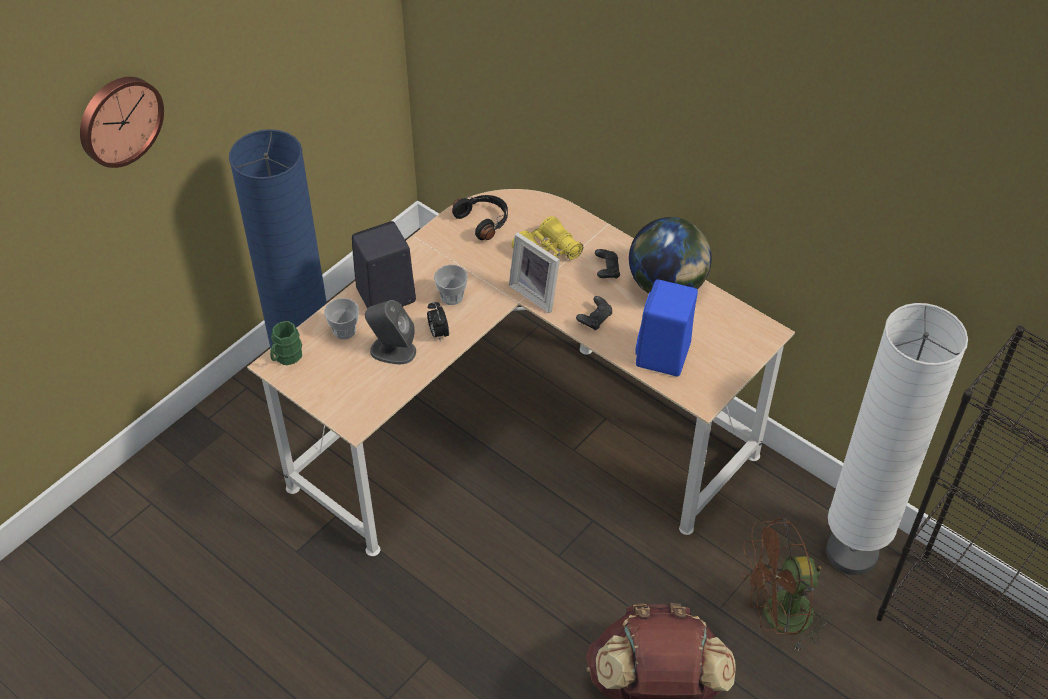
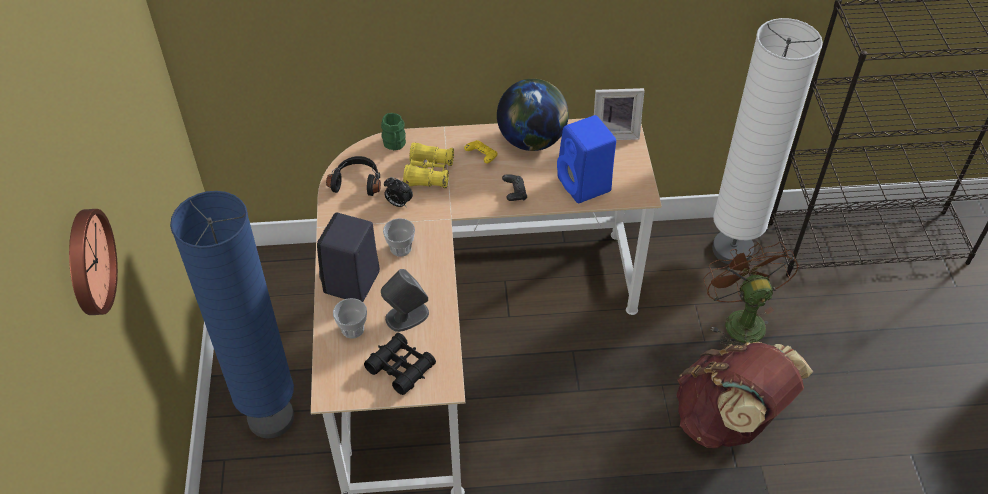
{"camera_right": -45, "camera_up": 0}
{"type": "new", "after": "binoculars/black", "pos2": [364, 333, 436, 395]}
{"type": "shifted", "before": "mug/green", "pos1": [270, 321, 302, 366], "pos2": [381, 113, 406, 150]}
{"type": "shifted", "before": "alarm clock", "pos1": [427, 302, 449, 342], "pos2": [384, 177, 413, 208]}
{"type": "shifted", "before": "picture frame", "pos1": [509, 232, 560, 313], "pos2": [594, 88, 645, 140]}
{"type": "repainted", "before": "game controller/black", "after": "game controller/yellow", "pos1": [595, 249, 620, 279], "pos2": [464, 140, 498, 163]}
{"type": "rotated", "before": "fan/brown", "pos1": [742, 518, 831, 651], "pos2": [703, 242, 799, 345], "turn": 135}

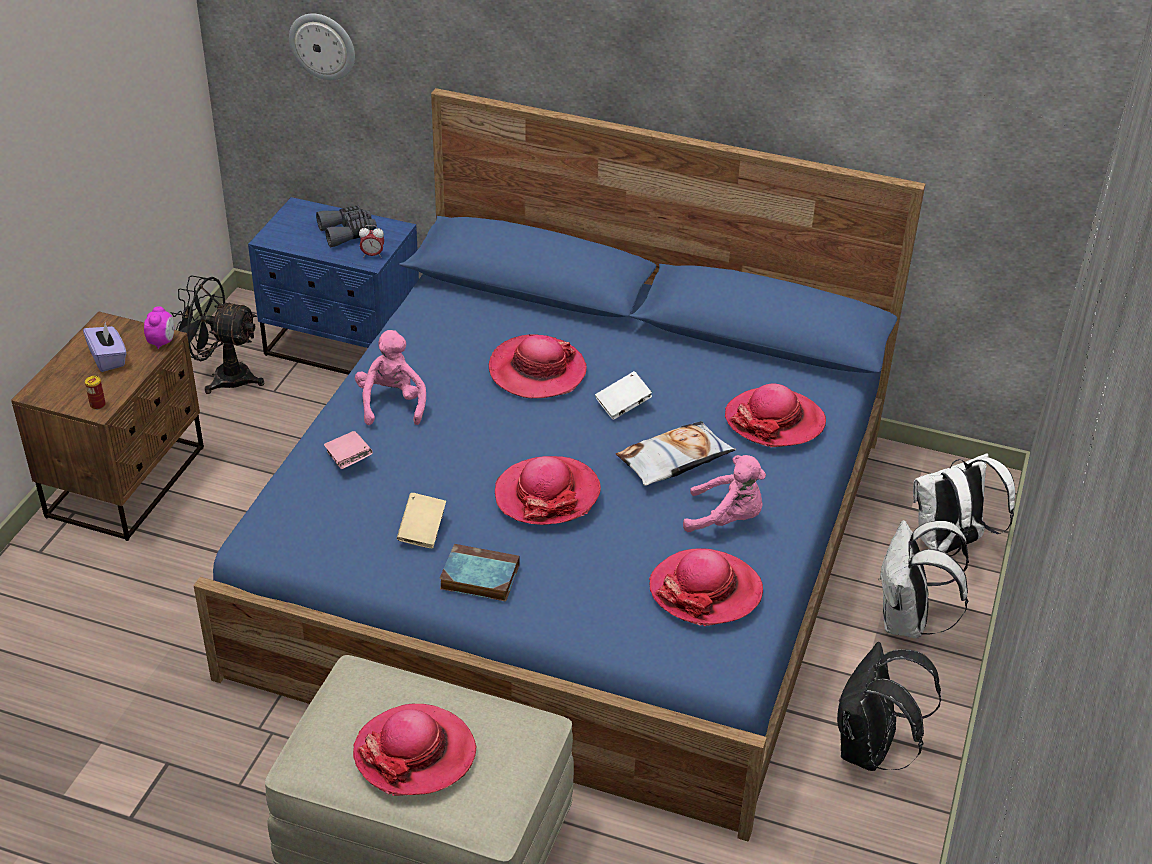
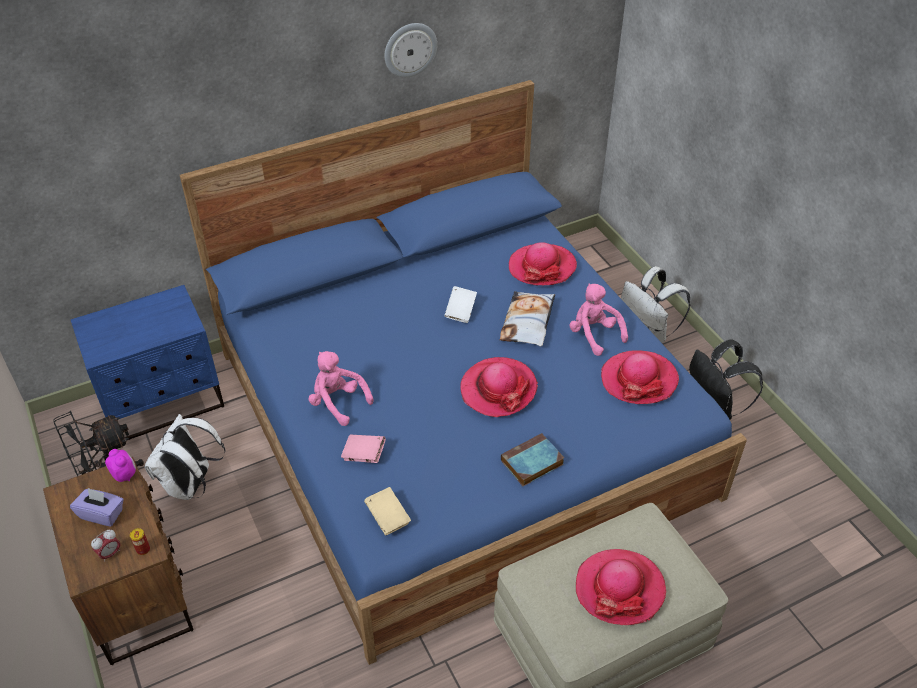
{"camera_right": -45, "camera_up": 5}
{"type": "gone", "before": "binoculars/grey", "pos1": [316, 206, 377, 248]}
{"type": "gone", "before": "hat", "pos1": [489, 334, 587, 398]}
{"type": "shifted", "before": "wall clock", "pos1": [289, 13, 355, 80], "pos2": [384, 23, 437, 77]}
{"type": "shifted", "before": "alarm clock", "pos1": [359, 225, 384, 258], "pos2": [91, 529, 120, 562]}
{"type": "shifted", "before": "book/beige", "pos1": [397, 493, 446, 548], "pos2": [364, 487, 411, 536]}
{"type": "shifted", "before": "backpack/white", "pos1": [913, 453, 1015, 556], "pos2": [145, 414, 226, 500]}
{"type": "rotated", "before": "plush toy/pink", "pos1": [683, 455, 766, 532], "pos2": [569, 283, 628, 356], "turn": -90}

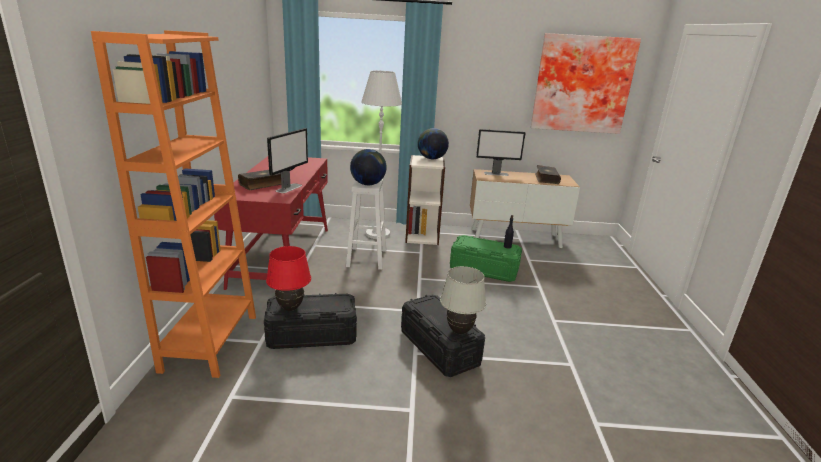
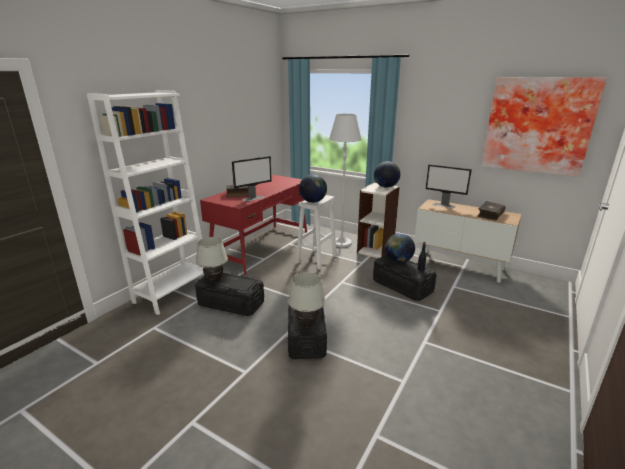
{"camera_right": 30, "camera_up": 0}
{"type": "new", "after": "globe", "pos2": [385, 233, 415, 263]}
{"type": "repainted", "before": "bookcase/orange", "after": "bookcase/white", "pos1": [91, 31, 256, 378], "pos2": [87, 90, 204, 315]}
{"type": "repainted", "before": "table lamp/red", "after": "table lamp/white", "pos1": [266, 246, 311, 311], "pos2": [196, 237, 228, 282]}
{"type": "repainted", "before": "storage box/green", "after": "storage box/black", "pos1": [450, 235, 522, 282], "pos2": [373, 254, 437, 301]}

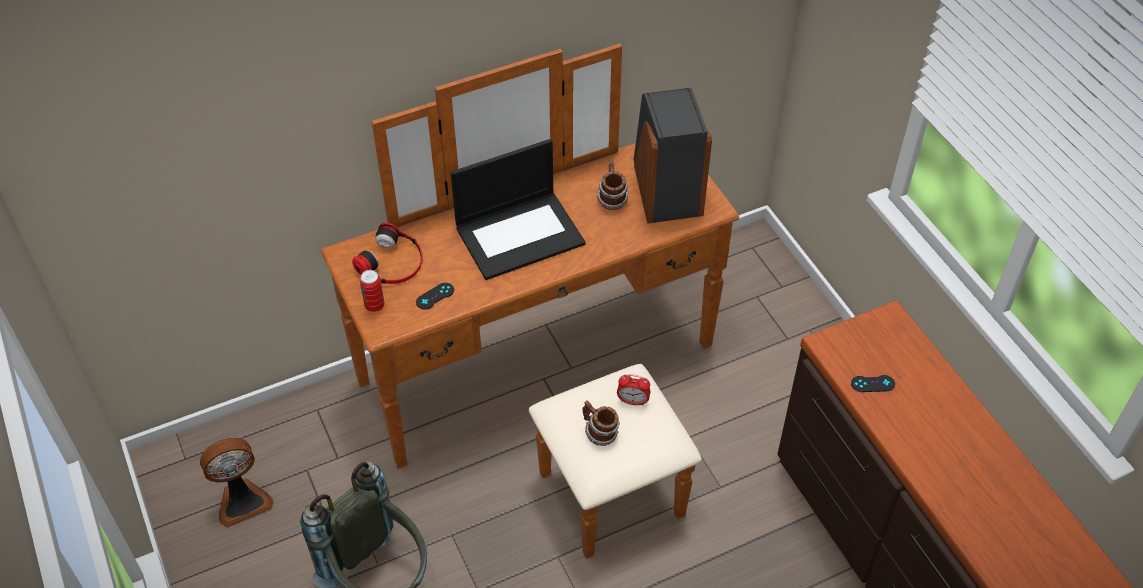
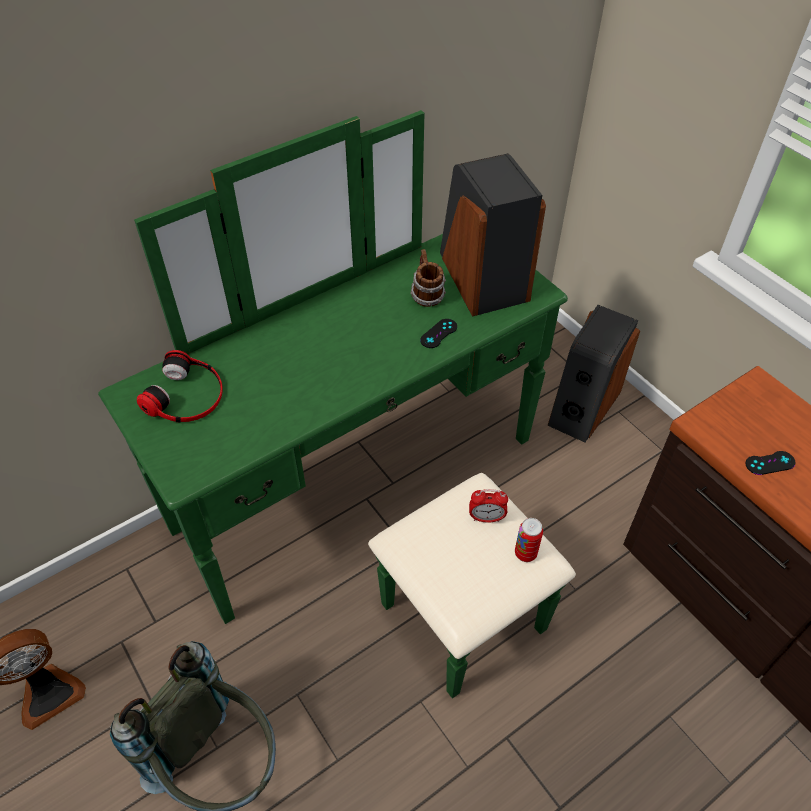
{"camera_right": -10, "camera_up": 0}
{"type": "gone", "before": "laptop", "pos1": [451, 139, 585, 280]}
{"type": "gone", "before": "mug", "pos1": [582, 400, 620, 446]}
{"type": "new", "after": "speaker", "pos2": [547, 305, 640, 443]}
{"type": "shifted", "before": "can", "pos1": [360, 270, 384, 312], "pos2": [515, 518, 543, 562]}
{"type": "shifted", "before": "game controller/black", "pos1": [416, 283, 454, 309], "pos2": [420, 319, 457, 348]}
{"type": "repainted", "before": "dresser/brown", "after": "dresser/green", "pos1": [321, 44, 739, 559], "pos2": [98, 110, 576, 699]}

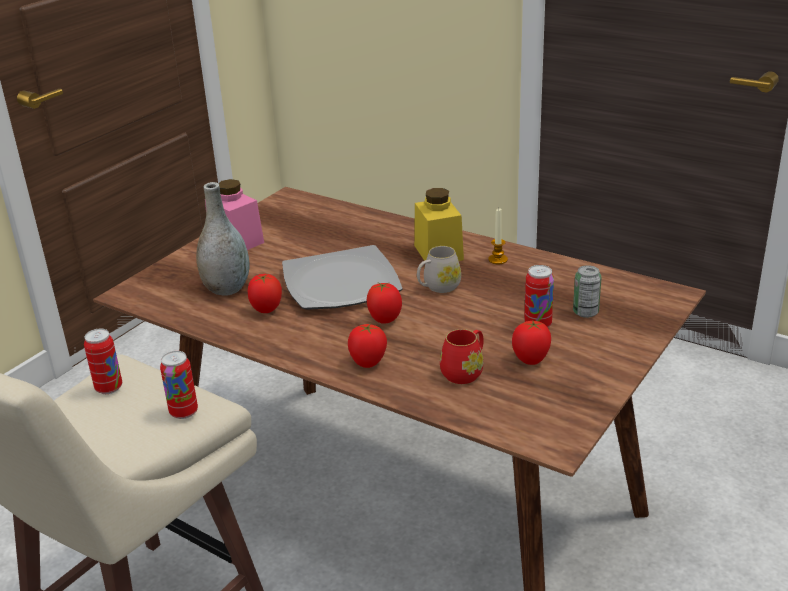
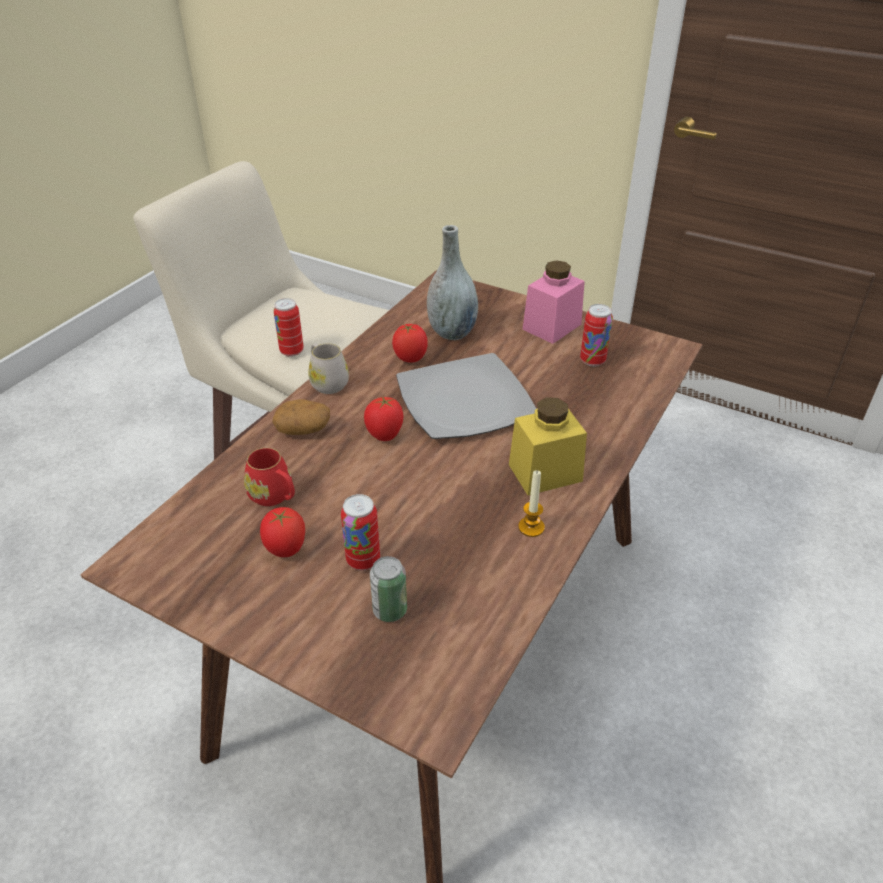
{"camera_right": 85, "camera_up": 10}
{"type": "shifted", "before": "can", "pos1": [84, 329, 122, 394], "pos2": [580, 304, 613, 367]}
{"type": "shifted", "before": "mug/white", "pos1": [417, 246, 461, 293], "pos2": [308, 343, 349, 394]}
{"type": "swapped", "before": "tomato", "after": "potato", "pos1": [348, 324, 387, 368], "pos2": [272, 399, 330, 435]}

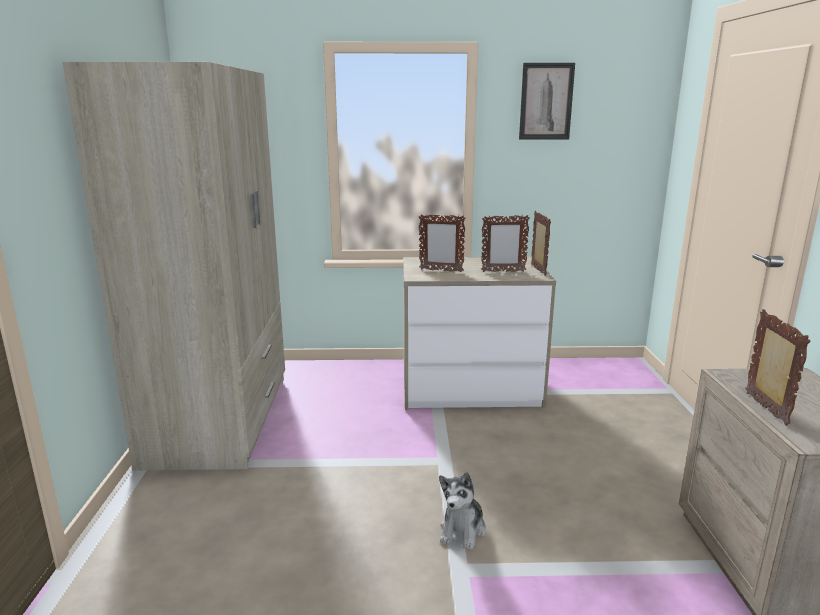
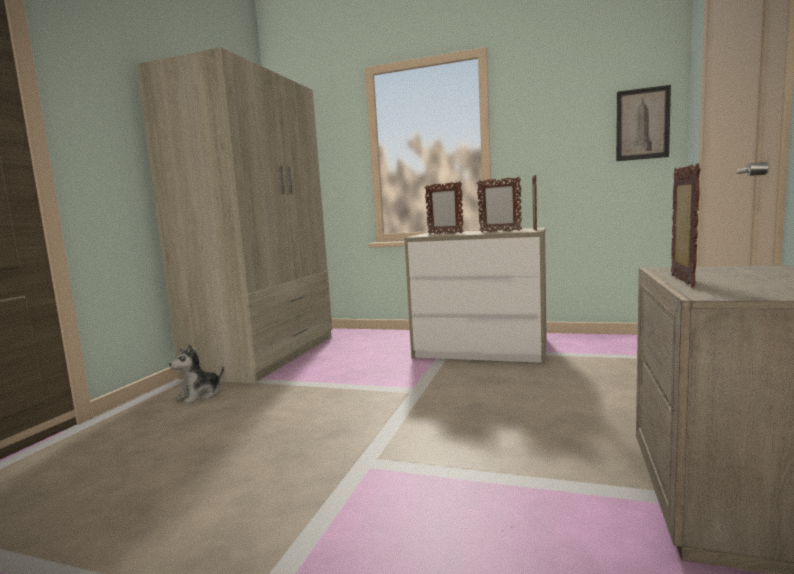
{"camera_right": 20, "camera_up": -10}
{"type": "shifted", "before": "plush toy", "pos1": [439, 472, 486, 550], "pos2": [169, 344, 224, 404]}
{"type": "shifted", "before": "picture", "pos1": [519, 63, 575, 139], "pos2": [616, 85, 671, 161]}

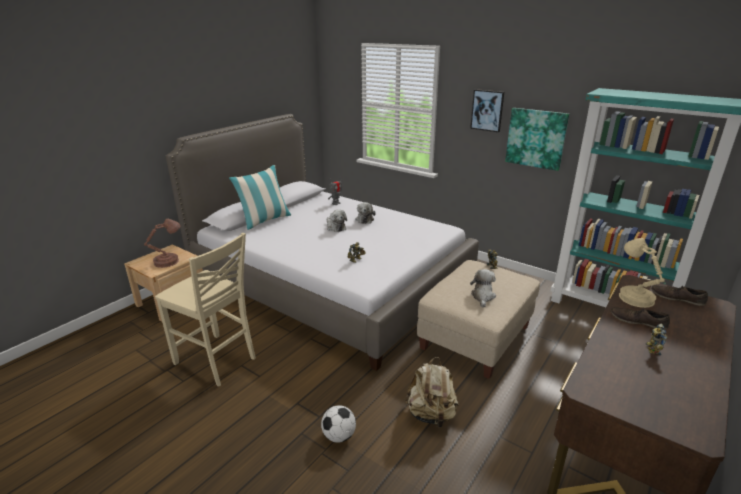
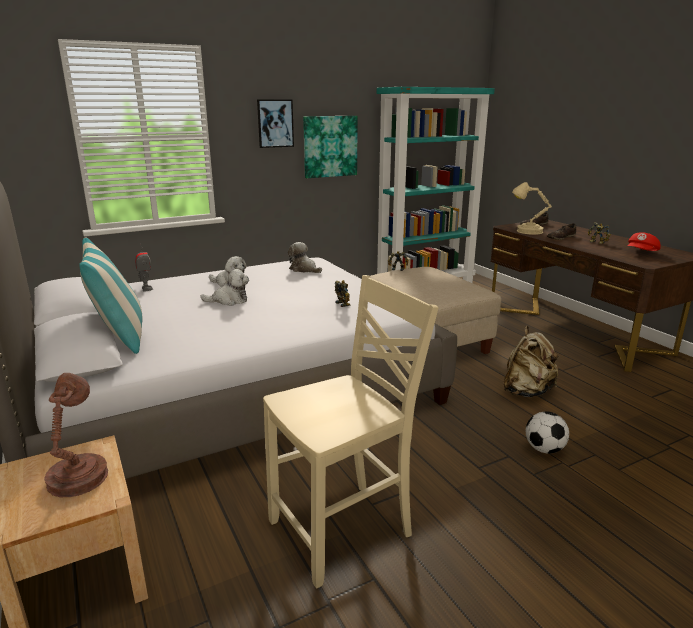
{"camera_right": -65, "camera_up": -5}
{"type": "new", "after": "cap/red", "pos2": [628, 232, 661, 251]}
{"type": "shifted", "before": "plush toy", "pos1": [470, 269, 496, 308], "pos2": [288, 242, 322, 273]}

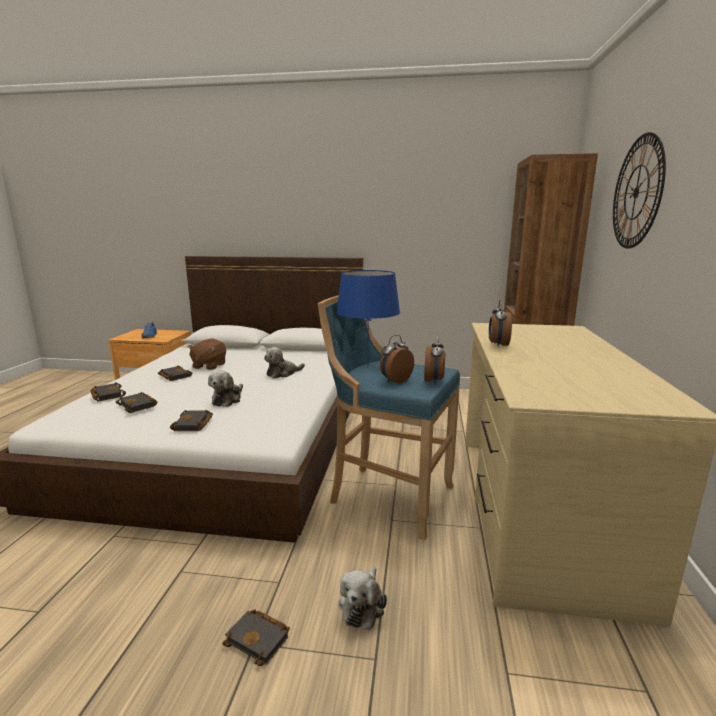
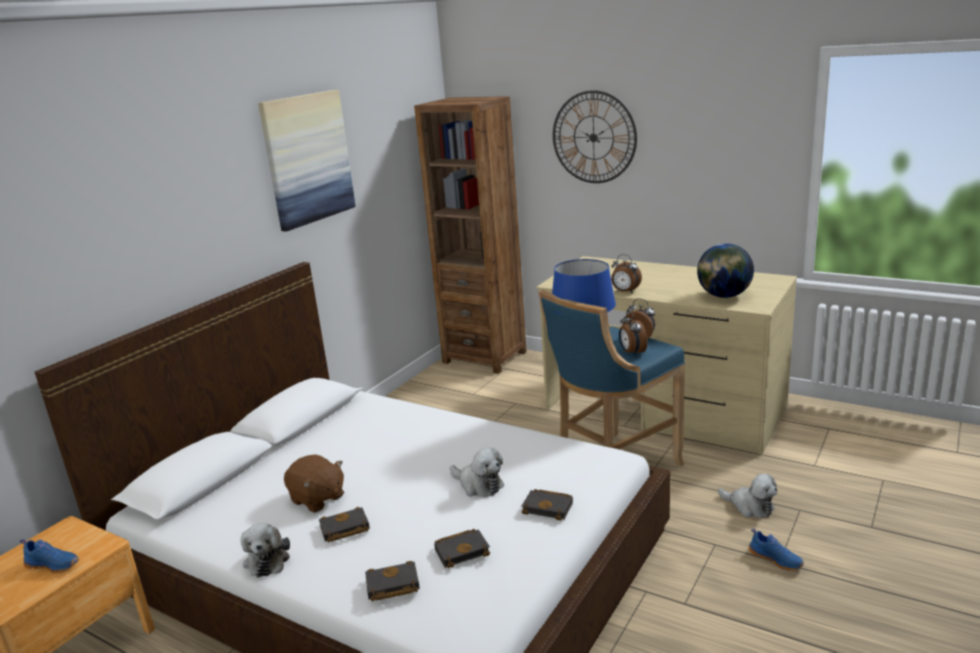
{"camera_right": -65, "camera_up": 5}
{"type": "new", "after": "picture", "pos2": [258, 90, 356, 232]}
{"type": "new", "after": "globe", "pos2": [697, 243, 754, 298]}
{"type": "shifted", "before": "plush toy", "pos1": [264, 347, 305, 379], "pos2": [240, 523, 290, 578]}
{"type": "swapped", "before": "book/black", "after": "shoe/blue", "pos1": [223, 609, 290, 666], "pos2": [749, 528, 804, 571]}

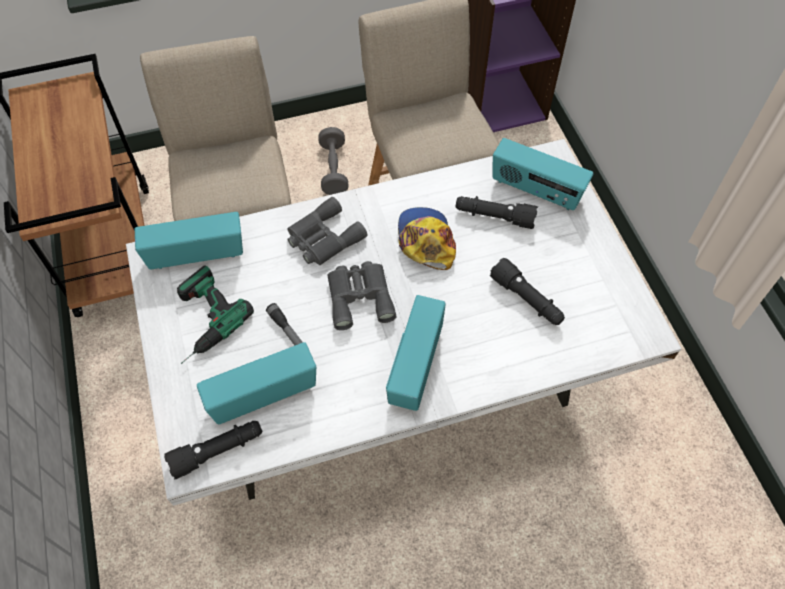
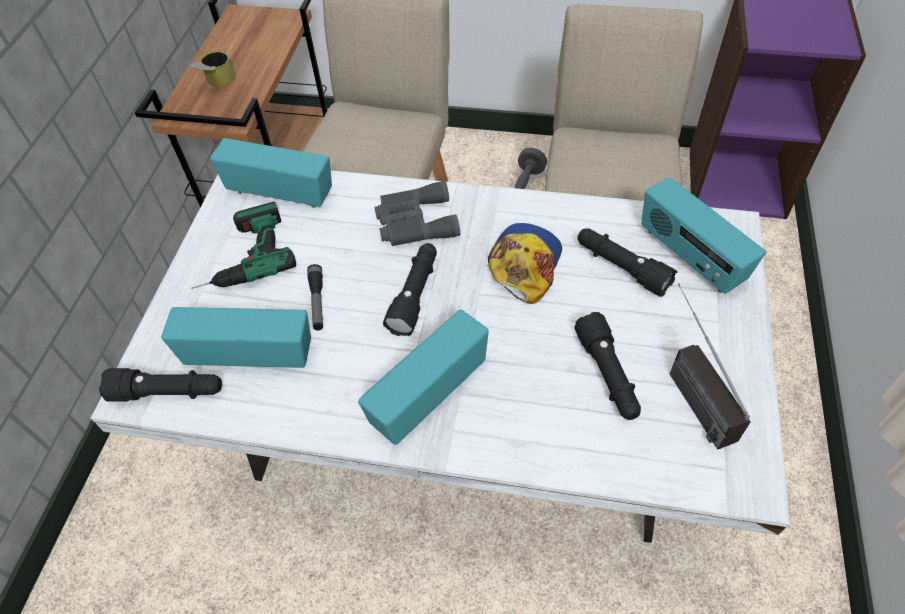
{"camera_right": 30, "camera_up": -5}
{"type": "new", "after": "can", "pos2": [189, 51, 236, 87]}
{"type": "new", "after": "radio", "pos2": [670, 284, 750, 449]}
{"type": "swapped", "before": "binoculars/grey", "after": "flashlight/black", "pos1": [327, 261, 397, 330], "pos2": [383, 243, 437, 336]}

